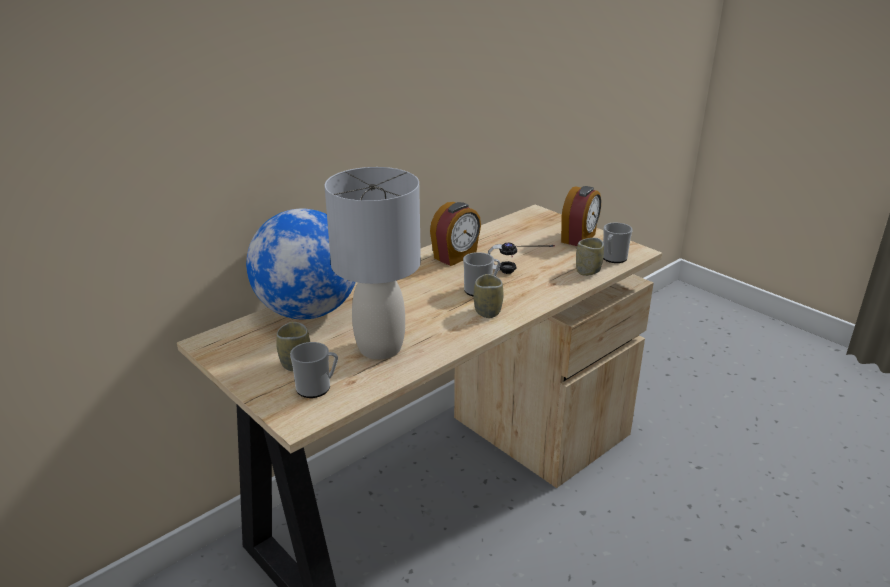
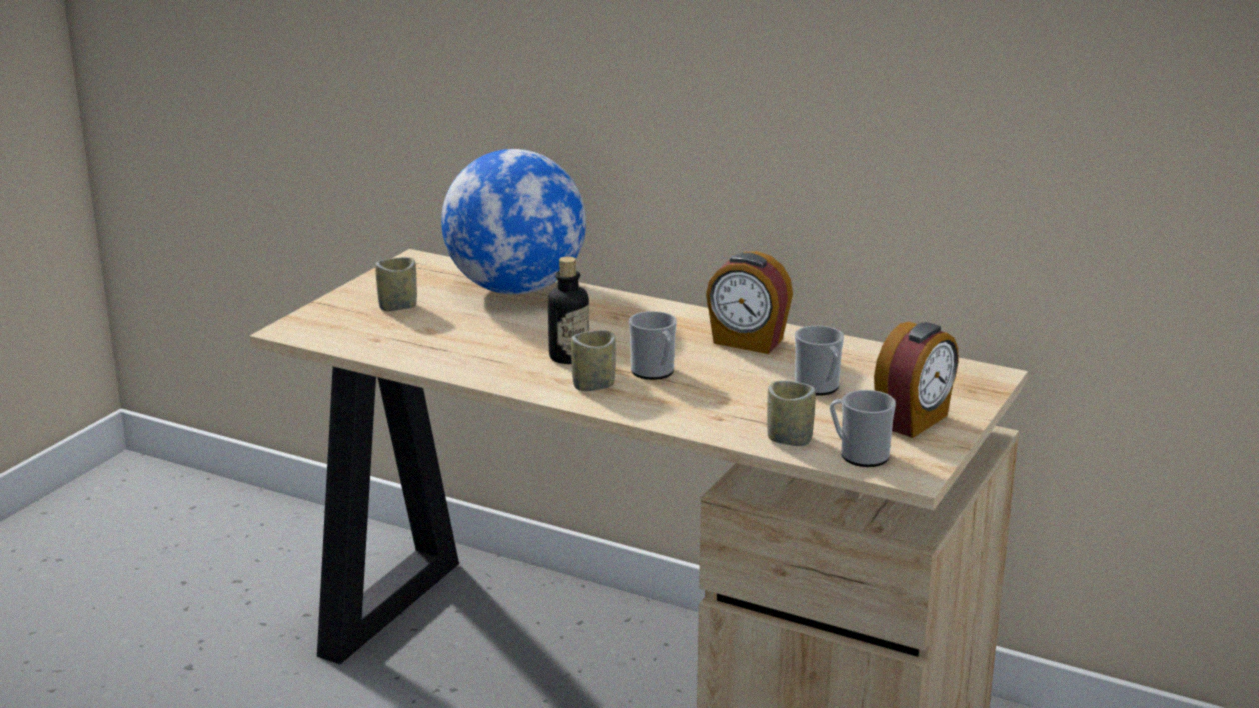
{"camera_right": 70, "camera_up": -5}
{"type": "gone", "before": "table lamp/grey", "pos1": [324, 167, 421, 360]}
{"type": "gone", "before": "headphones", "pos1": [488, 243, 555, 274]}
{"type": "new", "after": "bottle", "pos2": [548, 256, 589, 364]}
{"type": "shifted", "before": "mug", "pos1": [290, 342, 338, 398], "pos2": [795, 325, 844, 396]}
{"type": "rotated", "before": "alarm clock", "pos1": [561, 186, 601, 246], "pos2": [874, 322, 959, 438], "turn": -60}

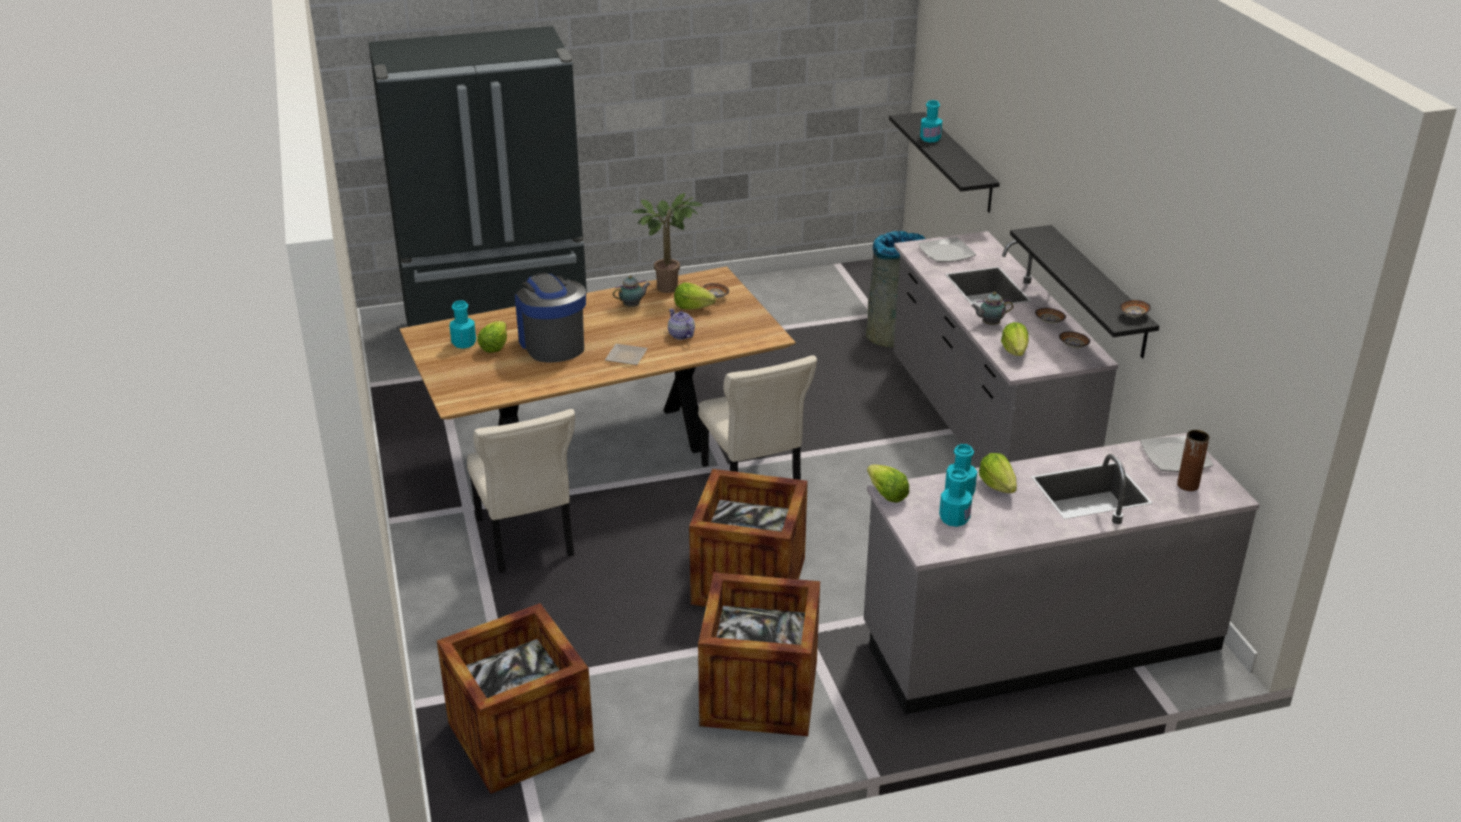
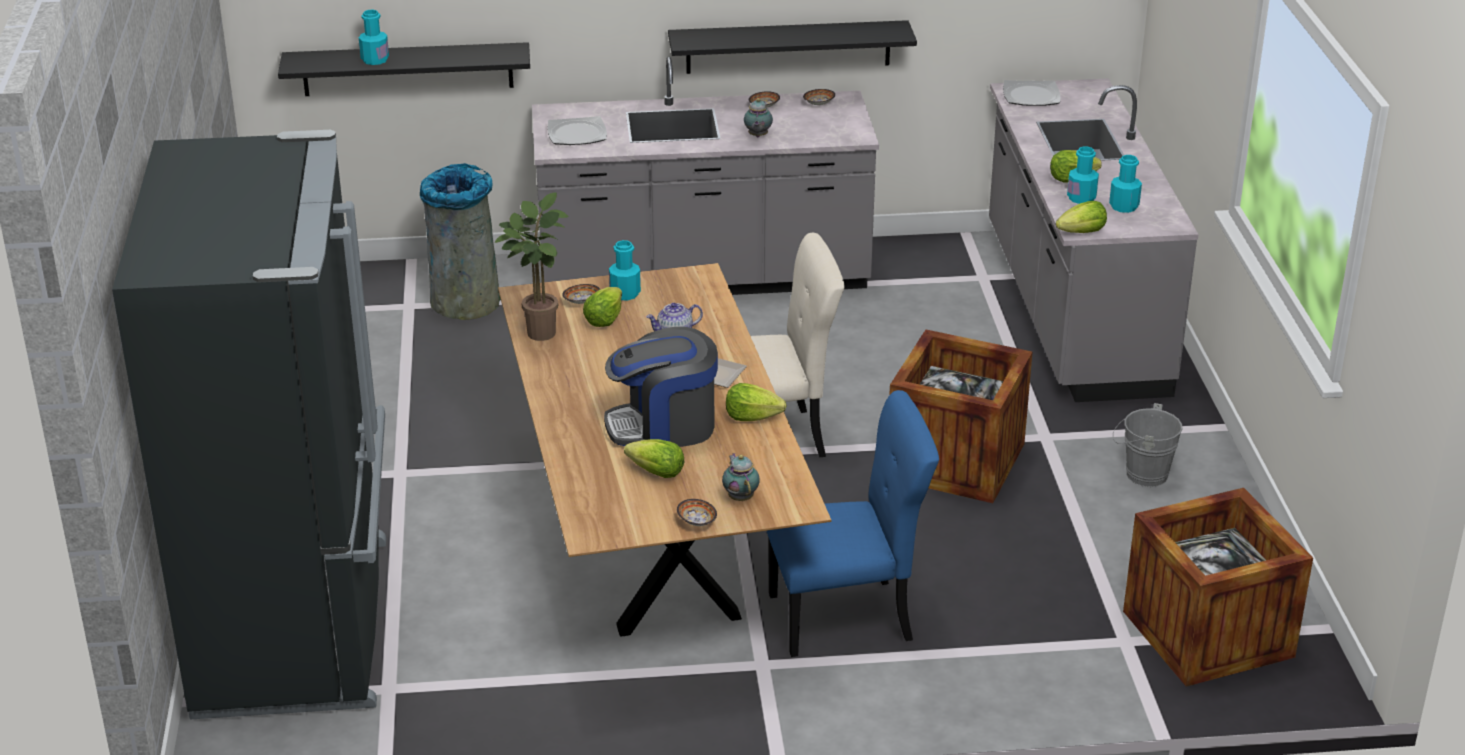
{"camera_right": -80, "camera_up": 0}
{"type": "gone", "before": "vase/brown", "pos1": [1177, 430, 1209, 491]}
{"type": "shifted", "before": "bottle/turquoise", "pos1": [450, 300, 476, 349], "pos2": [609, 240, 641, 301]}
{"type": "shifted", "before": "teapot", "pos1": [613, 276, 650, 307], "pos2": [722, 453, 760, 501]}
{"type": "shifted", "before": "lettuce", "pos1": [1001, 322, 1029, 356], "pos2": [726, 383, 786, 421]}
{"type": "shifted", "before": "bowl", "pos1": [1120, 300, 1151, 317], "pos2": [677, 499, 717, 526]}
{"type": "swapped", "before": "crate", "after": "bucket/grey", "pos1": [698, 573, 820, 736], "pos2": [1113, 403, 1182, 487]}
{"type": "repainted", "before": "chair/beige", "after": "chair/blue", "pos1": [467, 409, 575, 573], "pos2": [767, 390, 939, 657]}

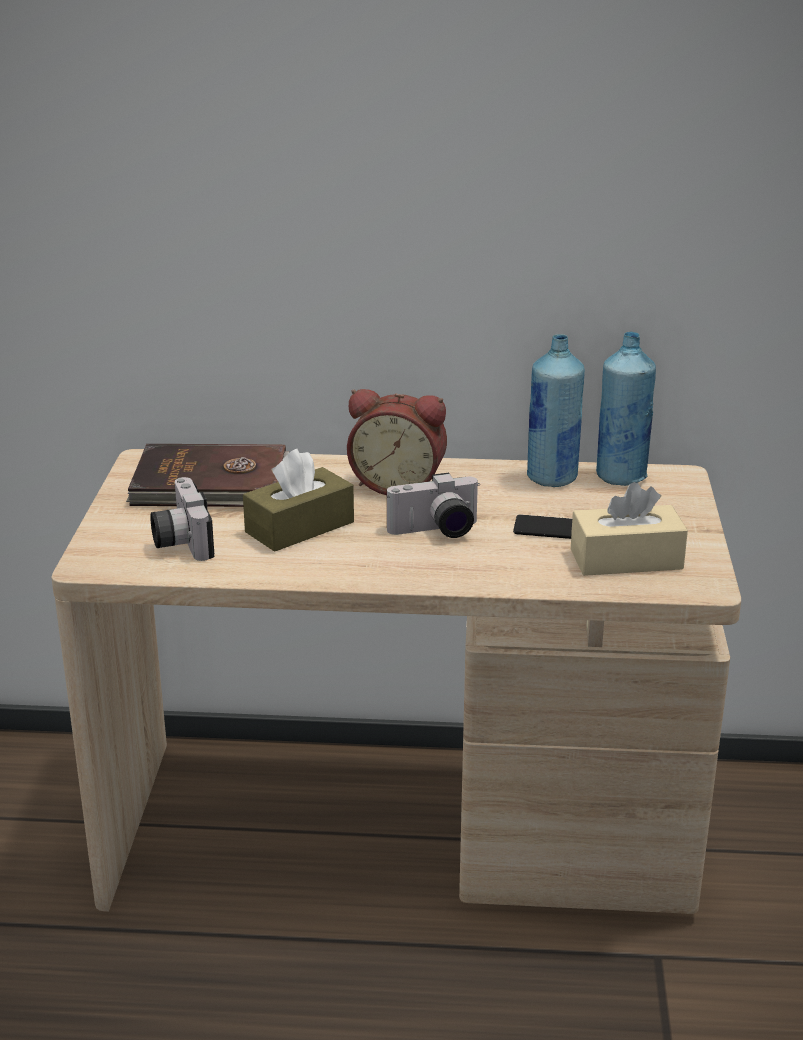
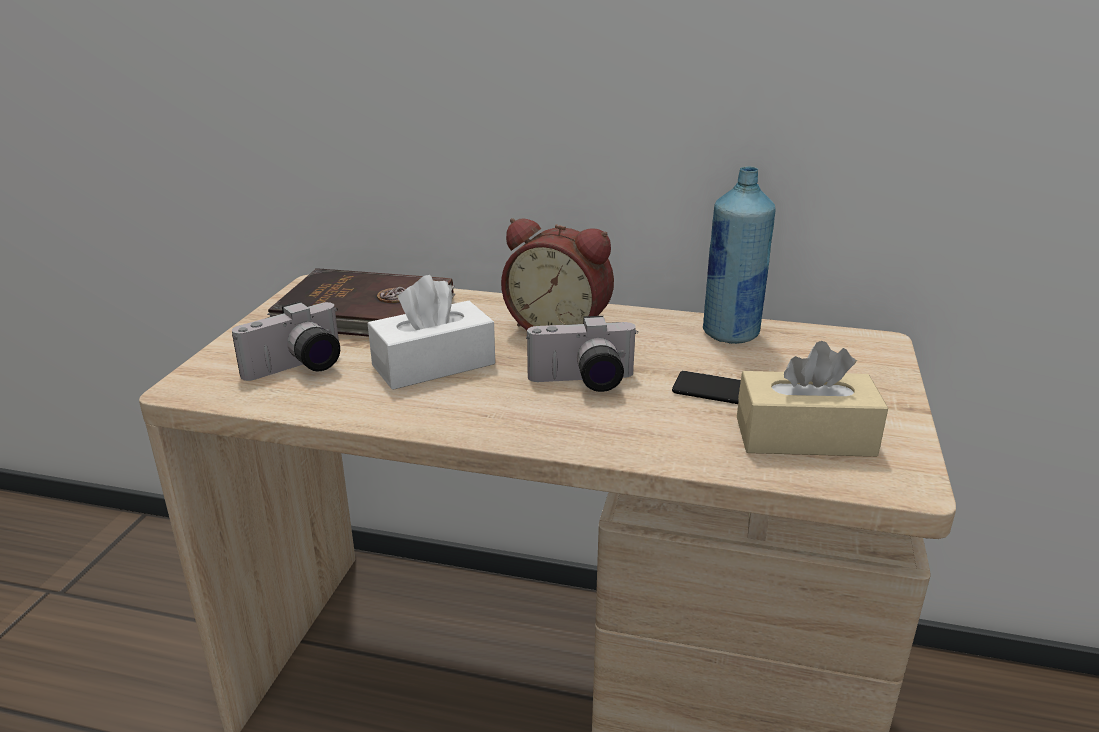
{"camera_right": 10, "camera_up": 0}
{"type": "gone", "before": "bottle/blue", "pos1": [596, 332, 656, 486]}
{"type": "repainted", "before": "tissue box/brown", "after": "tissue box/white", "pos1": [243, 449, 354, 552], "pos2": [368, 275, 495, 390]}
{"type": "rotated", "before": "photo camera", "pos1": [150, 477, 214, 561], "pos2": [232, 301, 340, 381], "turn": -120}

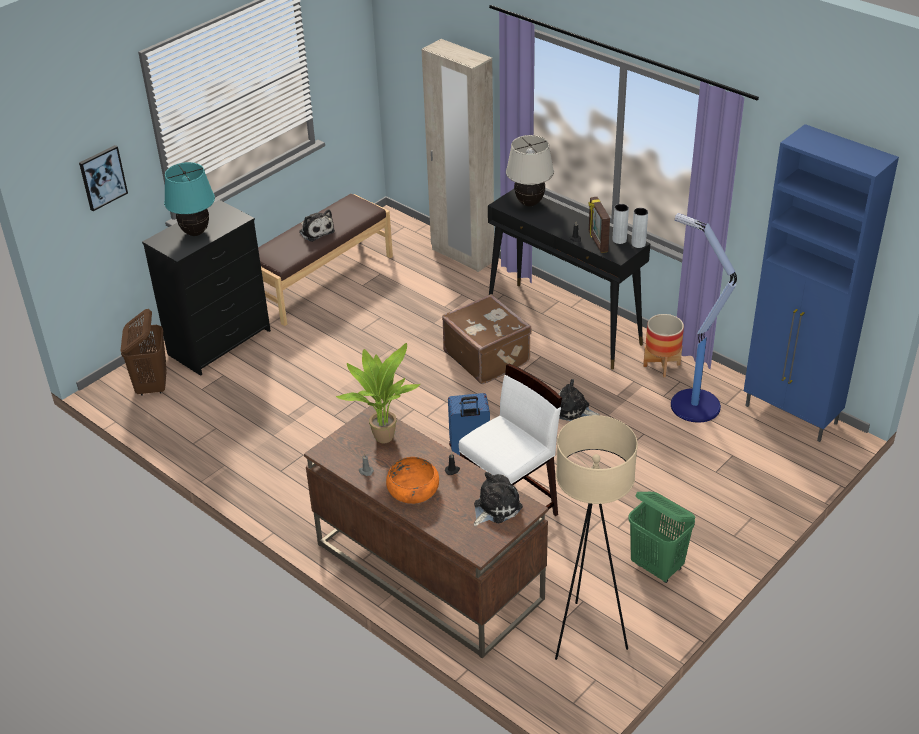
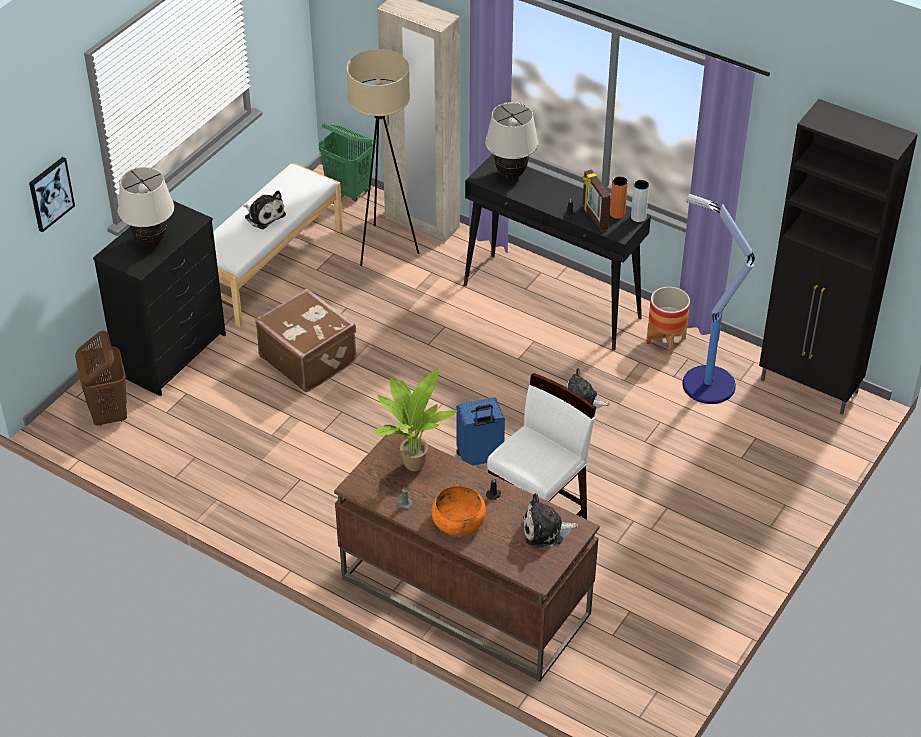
{"camera_right": -10, "camera_up": 5}
{"type": "shifted", "before": "suitcase/brown", "pos1": [442, 294, 532, 384], "pos2": [255, 289, 356, 392]}
{"type": "shifted", "before": "floor lamp/beige", "pos1": [555, 415, 638, 660], "pos2": [346, 49, 419, 266]}
{"type": "shifted", "before": "laundry basket/green", "pos1": [629, 492, 695, 583], "pos2": [318, 123, 373, 202]}
{"type": "repainted", "before": "table lamp/turquoise", "after": "table lamp/beige", "pos1": [164, 162, 215, 236], "pos2": [118, 167, 174, 247]}
{"type": "repainted", "before": "bench/brown", "after": "bench/white", "pos1": [258, 194, 393, 326], "pos2": [213, 163, 343, 328]}
{"type": "repainted", "before": "vase/grey", "after": "vase/orange", "pos1": [613, 204, 629, 244], "pos2": [610, 176, 628, 219]}
{"type": "repainted", "before": "cabinet/blue", "after": "cabinet/black", "pos1": [744, 124, 899, 442], "pos2": [759, 99, 918, 415]}
{"type": "rotated", "before": "plush toy", "pos1": [474, 472, 523, 526], "pos2": [523, 493, 578, 548], "turn": -135}

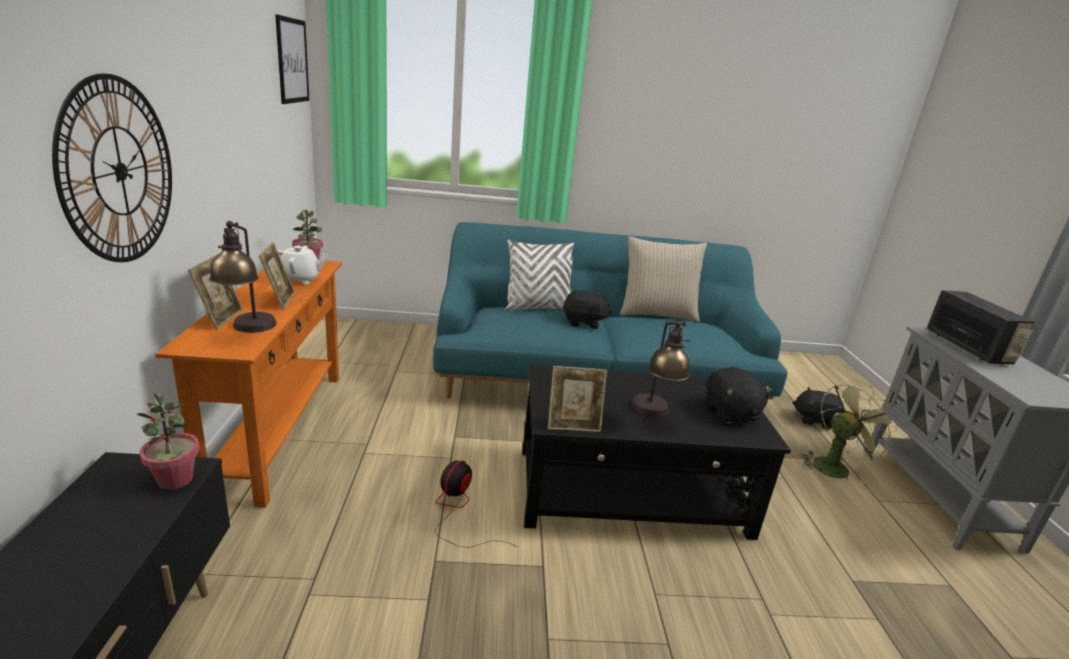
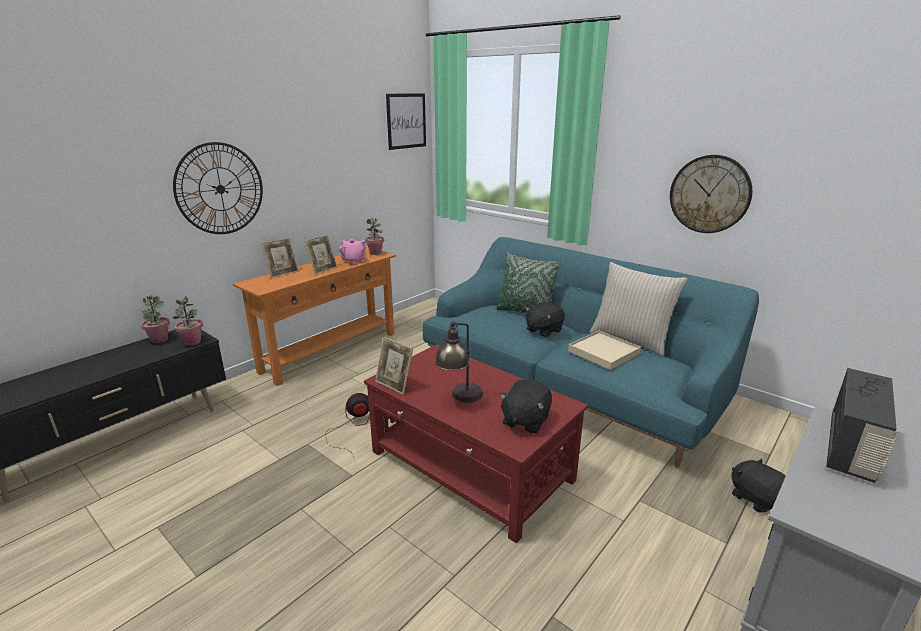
{"camera_right": 45, "camera_up": 0}
{"type": "gone", "before": "table lamp", "pos1": [209, 221, 277, 333]}
{"type": "gone", "before": "fan/green", "pos1": [801, 381, 899, 484]}
{"type": "new", "after": "potted plant", "pos2": [141, 295, 170, 343]}
{"type": "new", "after": "tray/beige", "pos2": [568, 331, 641, 370]}
{"type": "new", "after": "wall clock", "pos2": [670, 155, 752, 233]}
{"type": "repainted", "before": "teapot/white", "after": "teapot/pink", "pos1": [277, 246, 328, 284], "pos2": [339, 239, 366, 264]}
{"type": "repainted", "before": "pillow/white", "after": "pillow/green", "pos1": [505, 239, 575, 311], "pos2": [496, 252, 561, 314]}
{"type": "repainted", "before": "coffee table/black", "after": "coffee table/red", "pos1": [523, 365, 791, 540], "pos2": [364, 344, 588, 543]}
{"type": "rotated", "before": "plush toy/black", "pos1": [563, 290, 612, 329], "pos2": [526, 302, 565, 337], "turn": 90}

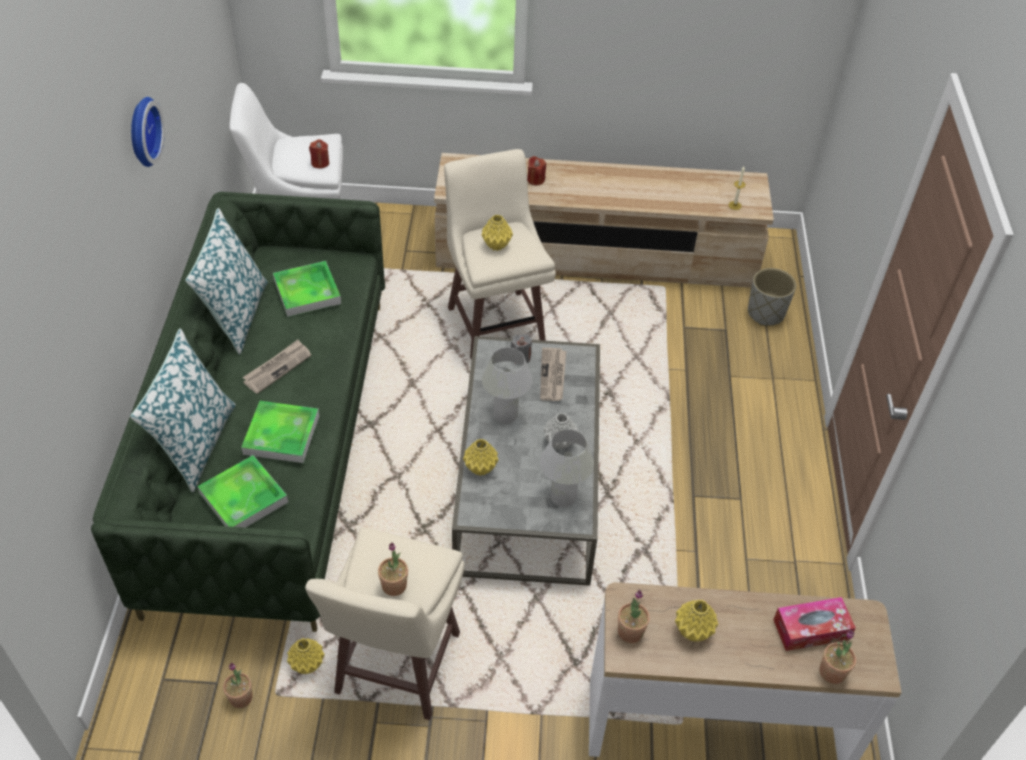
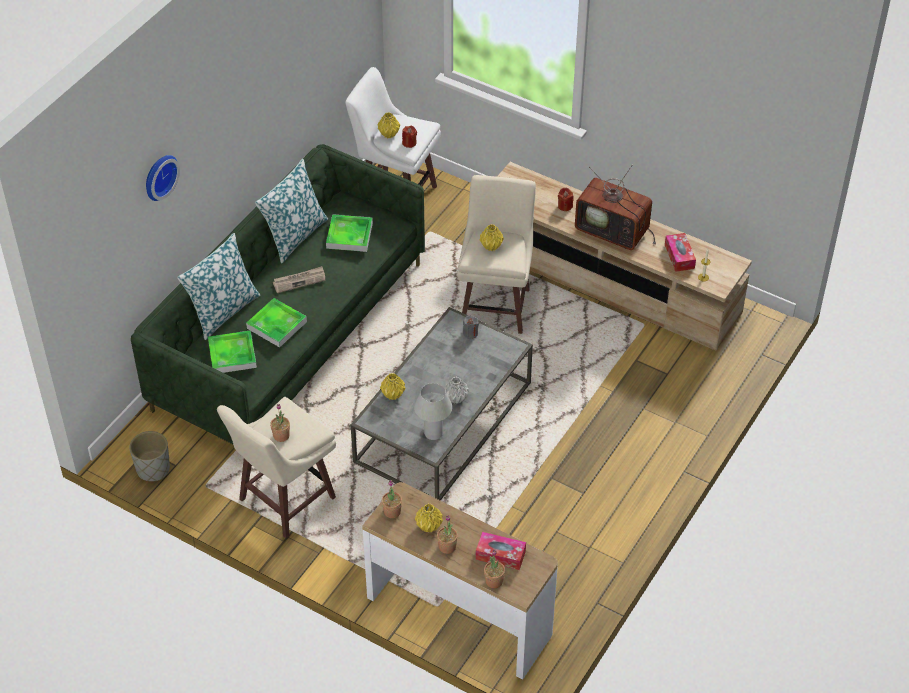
{"camera_right": 30, "camera_up": 0}
{"type": "gone", "before": "table lamp/white", "pos1": [482, 347, 533, 424]}
{"type": "gone", "before": "newspaper", "pos1": [540, 348, 566, 401]}
{"type": "new", "after": "television", "pos2": [575, 165, 656, 250]}
{"type": "new", "after": "tissue box", "pos2": [665, 233, 696, 272]}
{"type": "shifted", "before": "wall clock", "pos1": [131, 97, 165, 167], "pos2": [146, 155, 180, 201]}
{"type": "shifted", "before": "potted plant", "pos1": [223, 663, 253, 708], "pos2": [437, 515, 458, 554]}
{"type": "shifted", "before": "vase/yellow", "pos1": [287, 638, 325, 674], "pos2": [378, 112, 400, 138]}
{"type": "shifted", "before": "planter/grey", "pos1": [748, 268, 796, 326], "pos2": [129, 431, 170, 481]}

